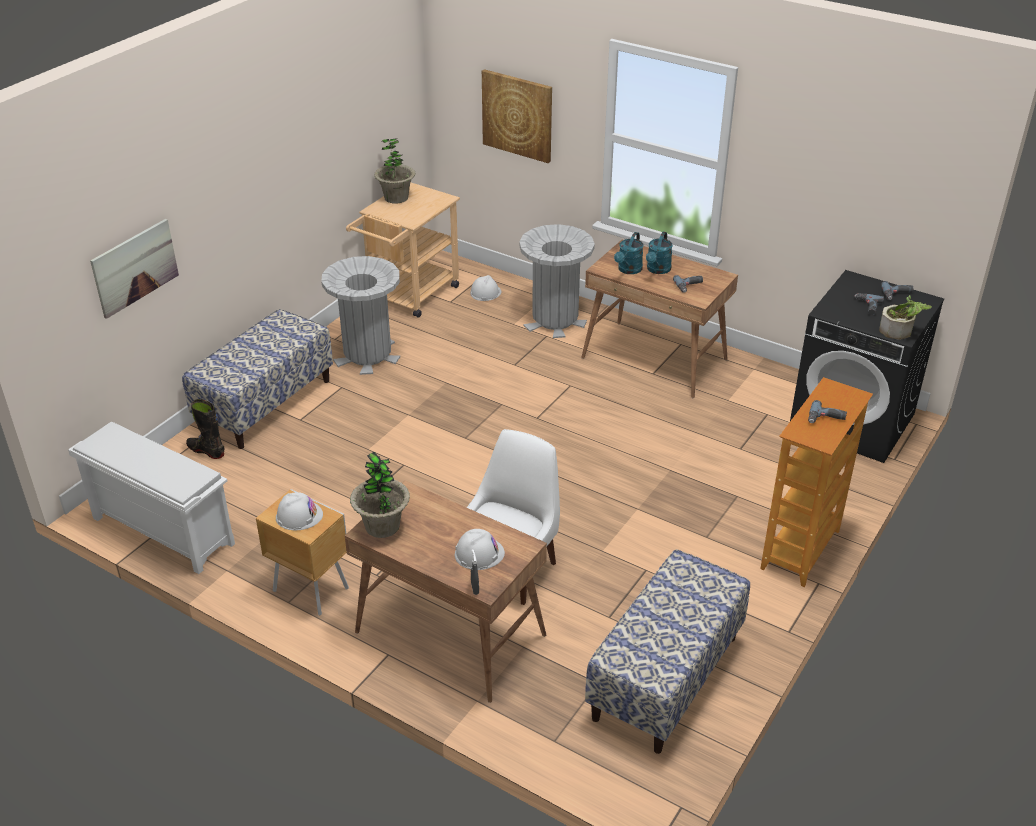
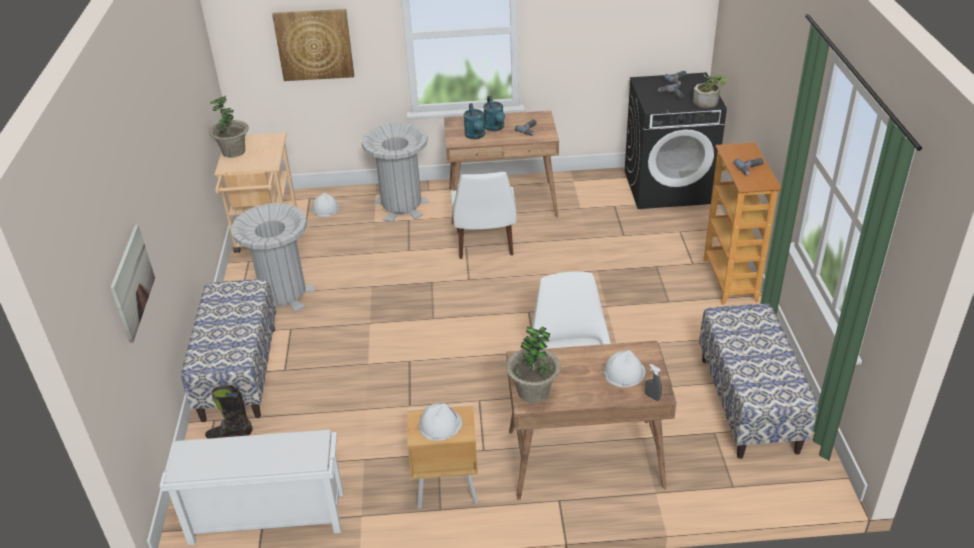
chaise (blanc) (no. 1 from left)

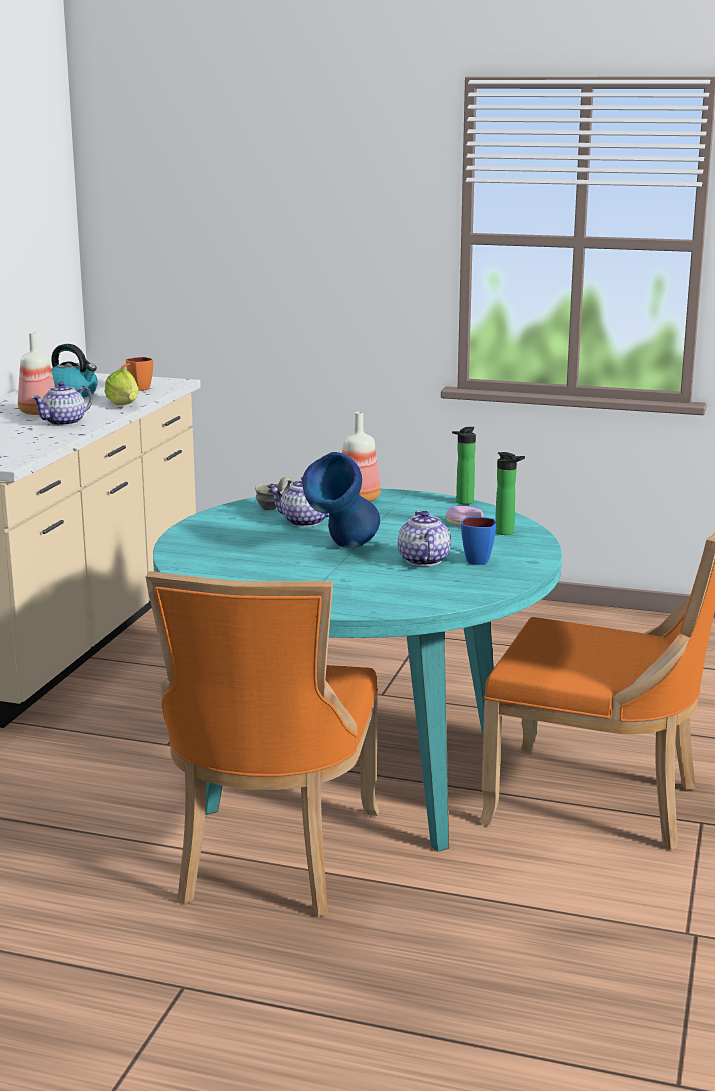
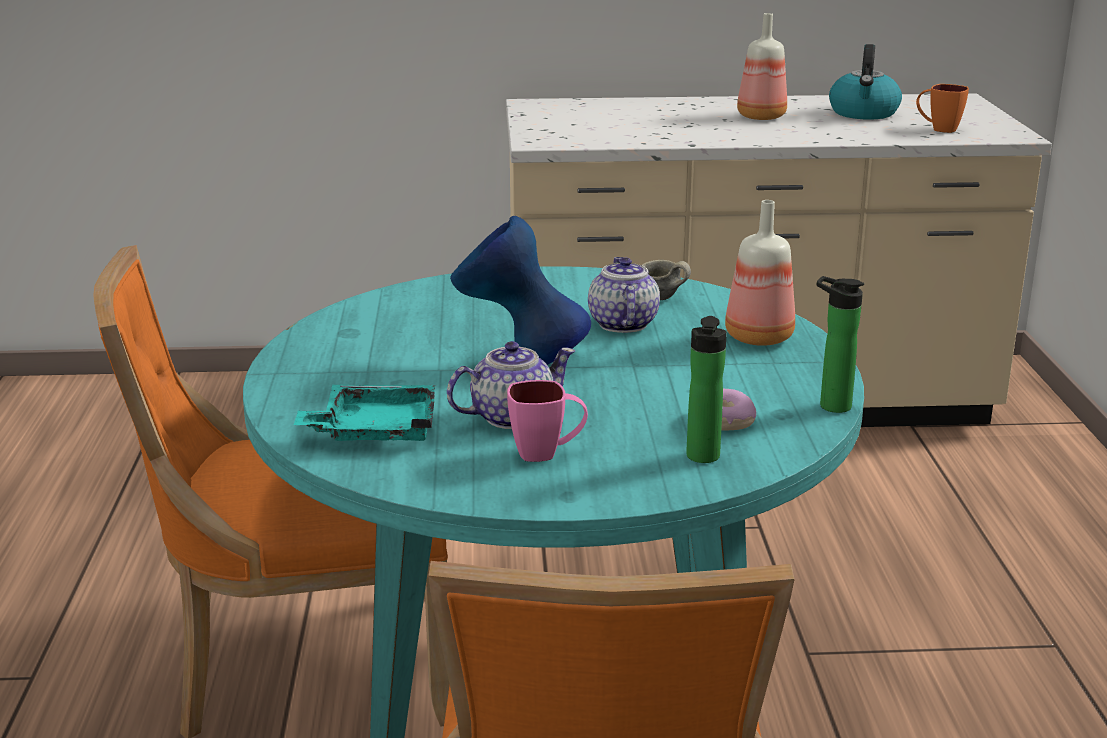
laitue
théière (no. 1 from left in the first image)
mug (rose)
plateau (turquoise)

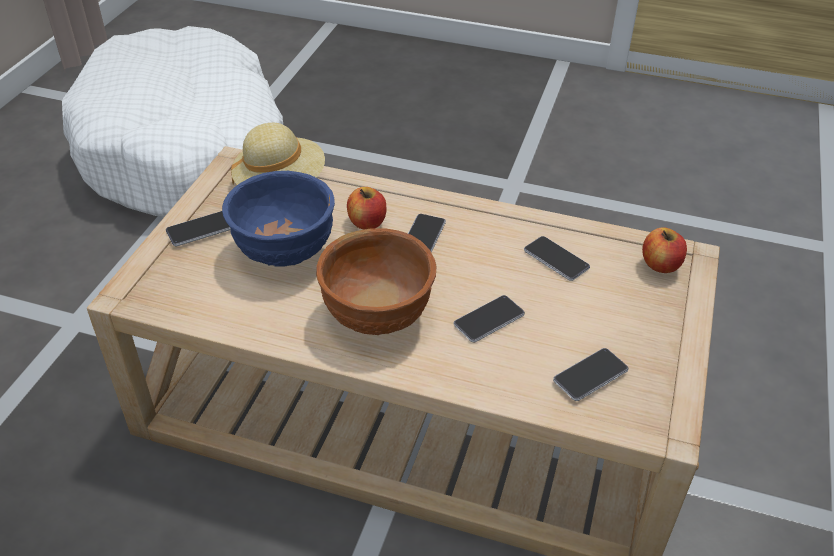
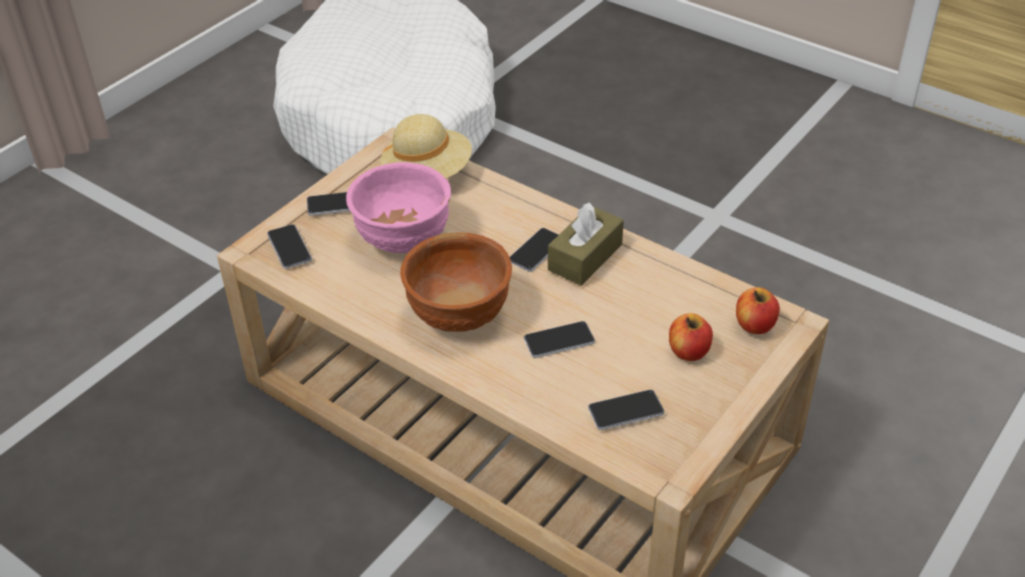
bol (rose)
pomme (no. 1 from left)
téléphone (no. 1 from left)
boîte à mouchoirs (marron)

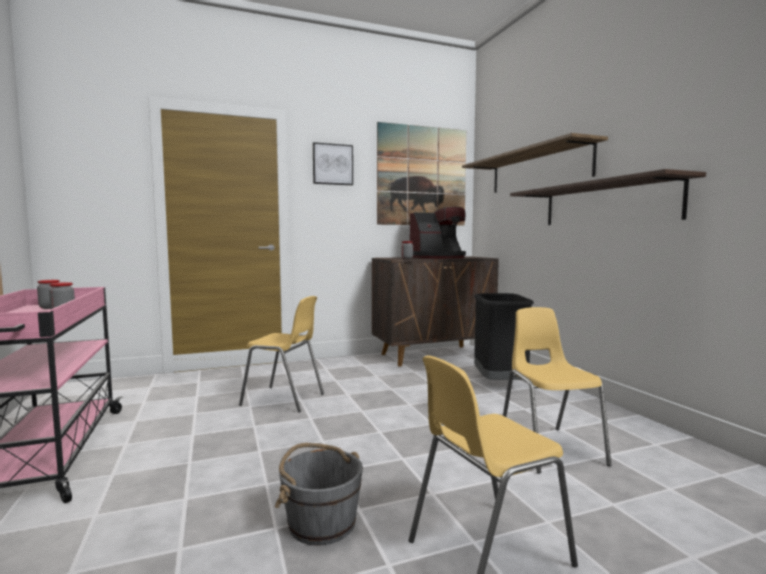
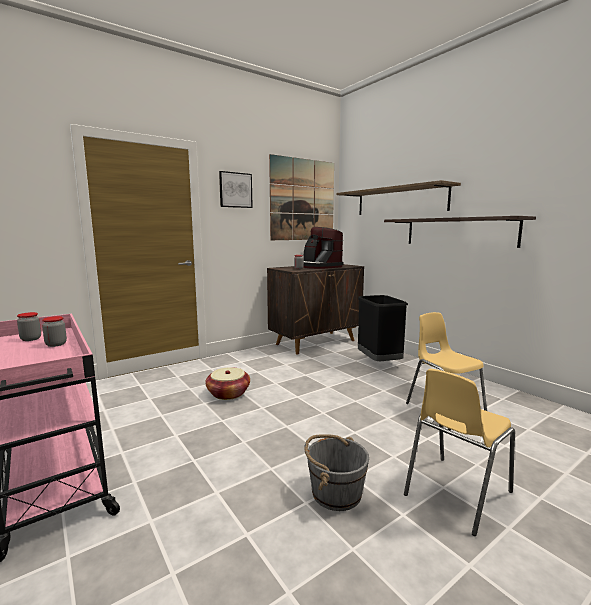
machine à café
panier

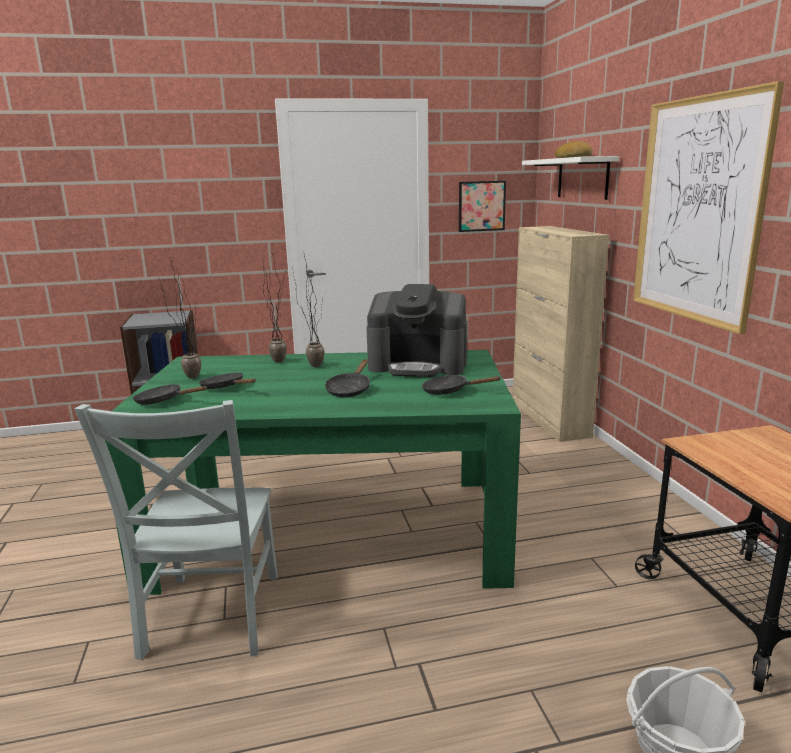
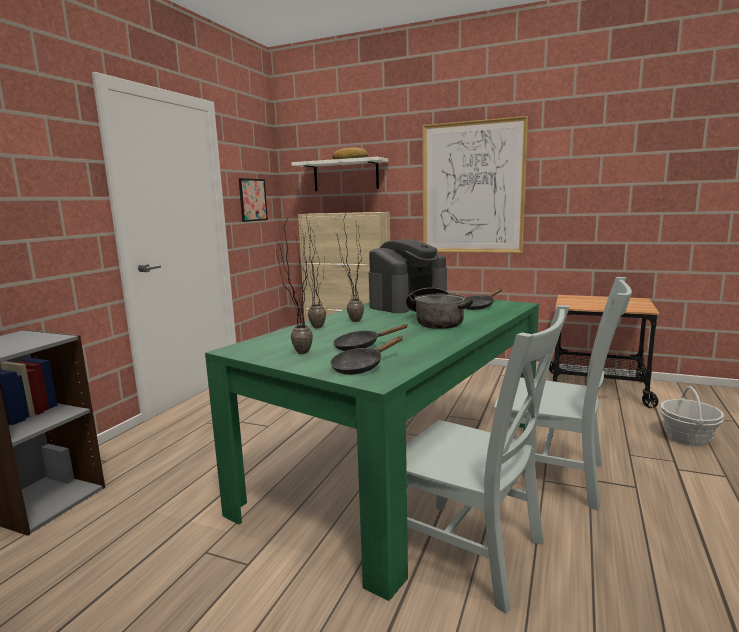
marmite
chaise (gris) (no. 2 from left)

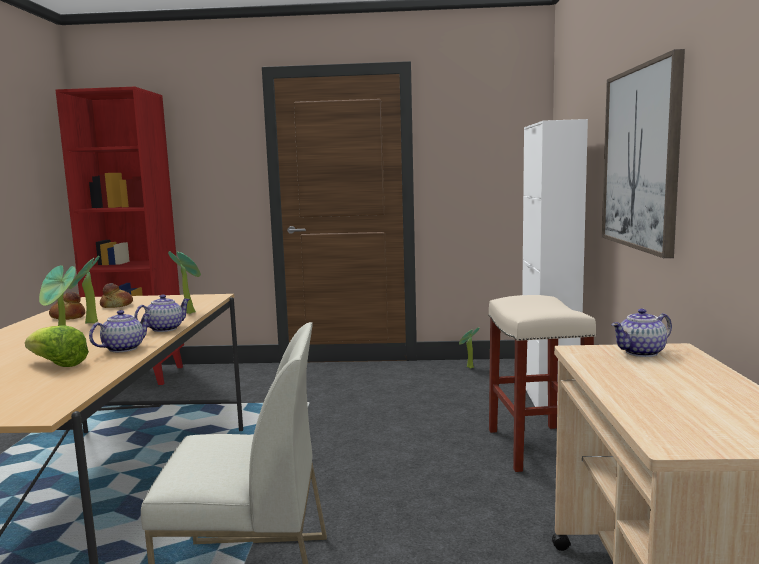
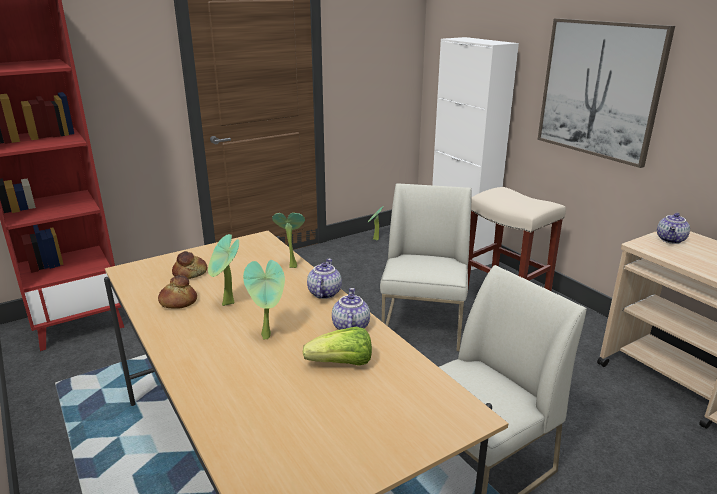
chaise (blanc) (no. 1 from left)

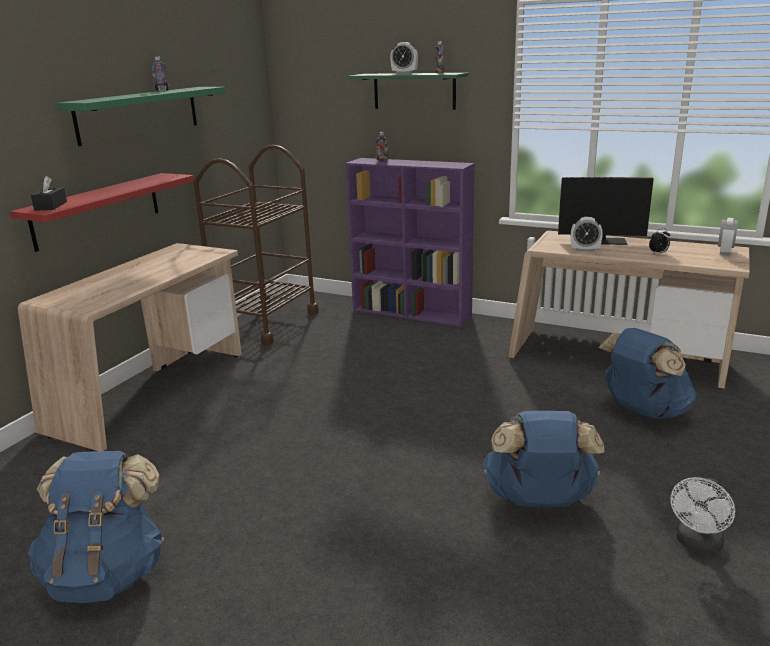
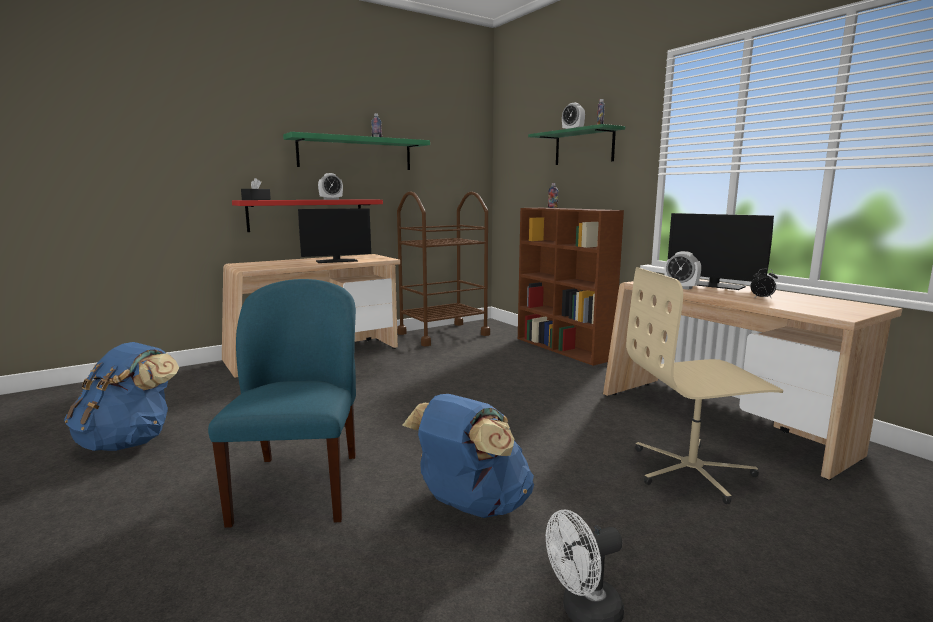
bibliothèque (marron)
réveil (no. 1 from left)
chaise de bureau (beige)
écran d'ordinateur (no. 1 from left)
chaise (bleu)

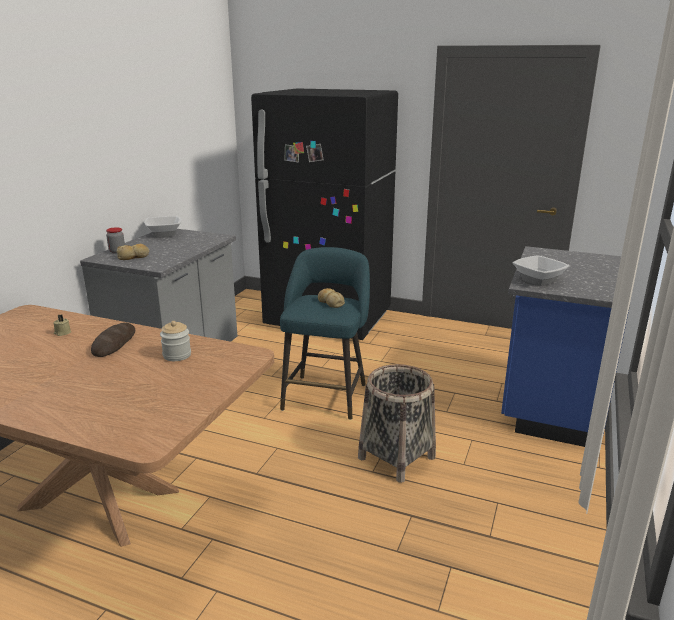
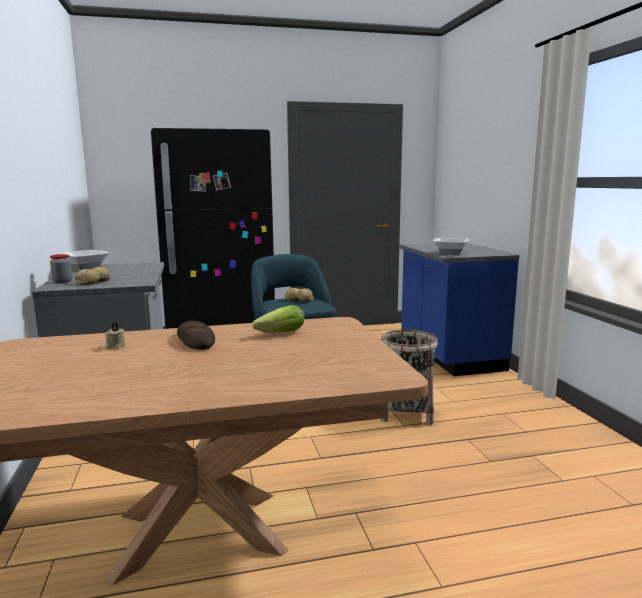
laitue

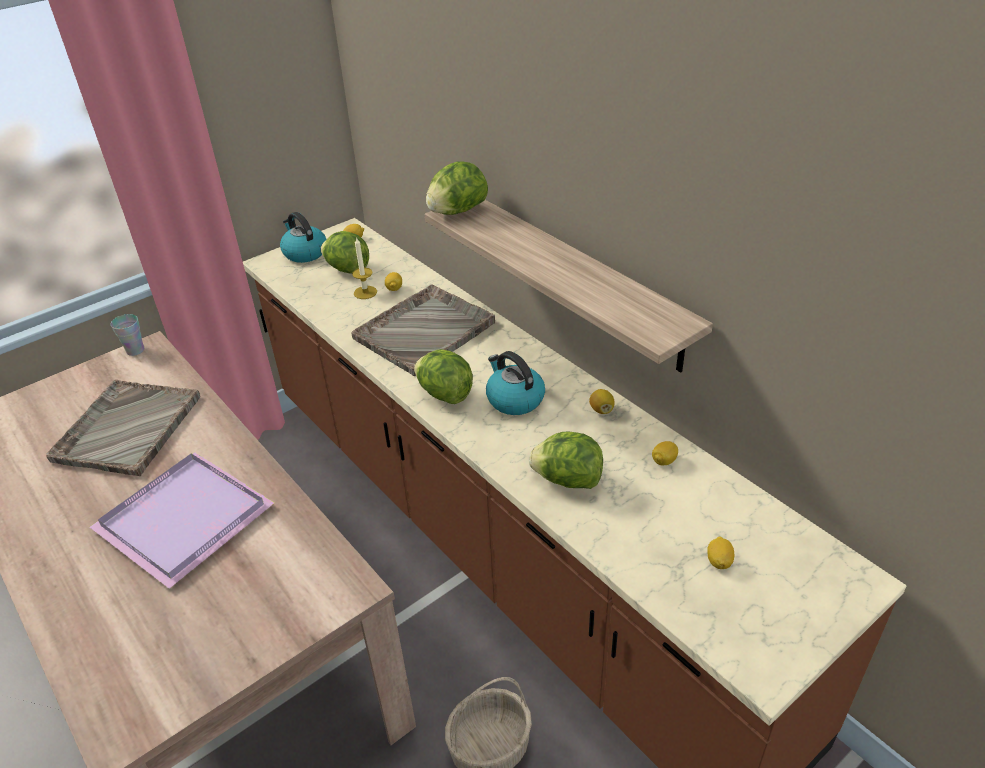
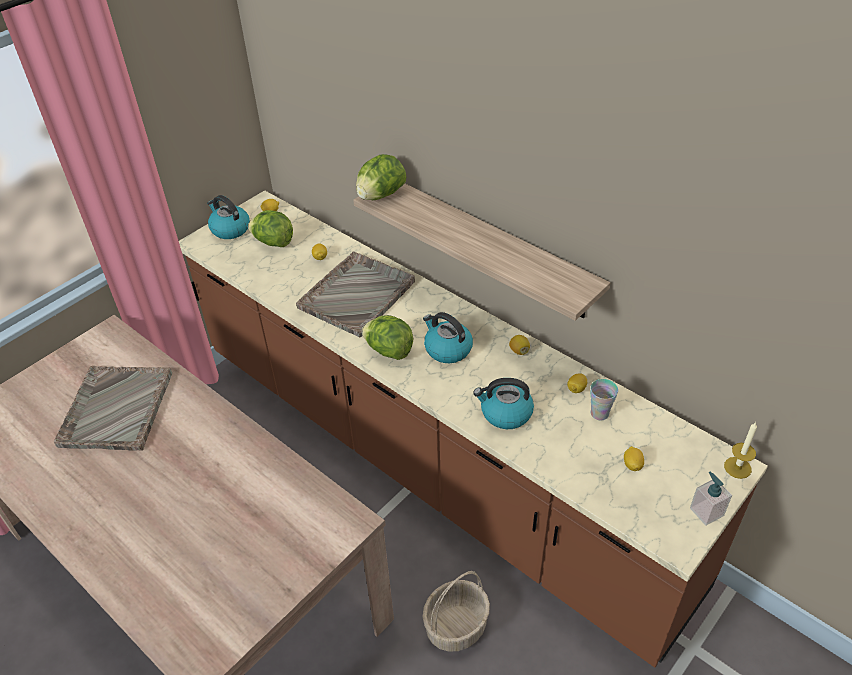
bougie
tasse
bouilloire (no. 3 from left)
plateau (violet)
distributeur de savon

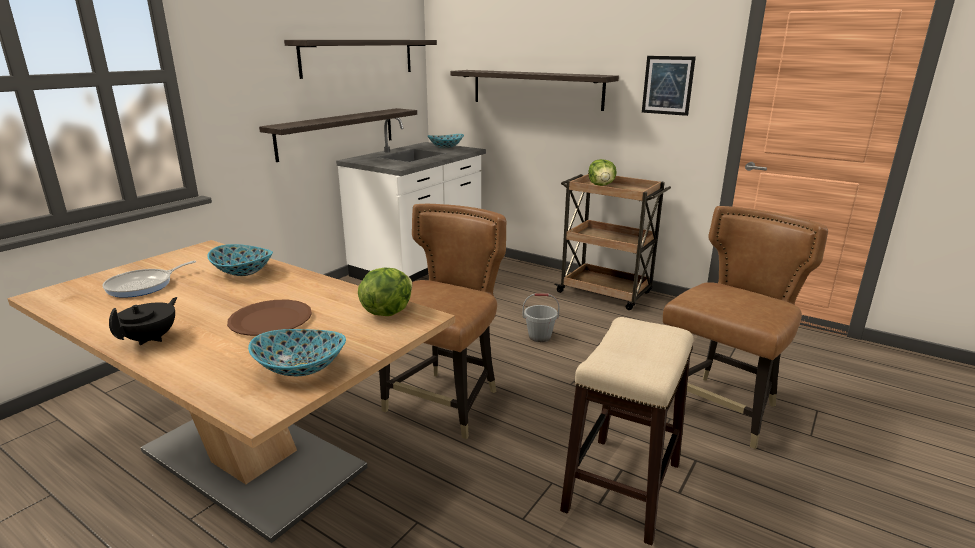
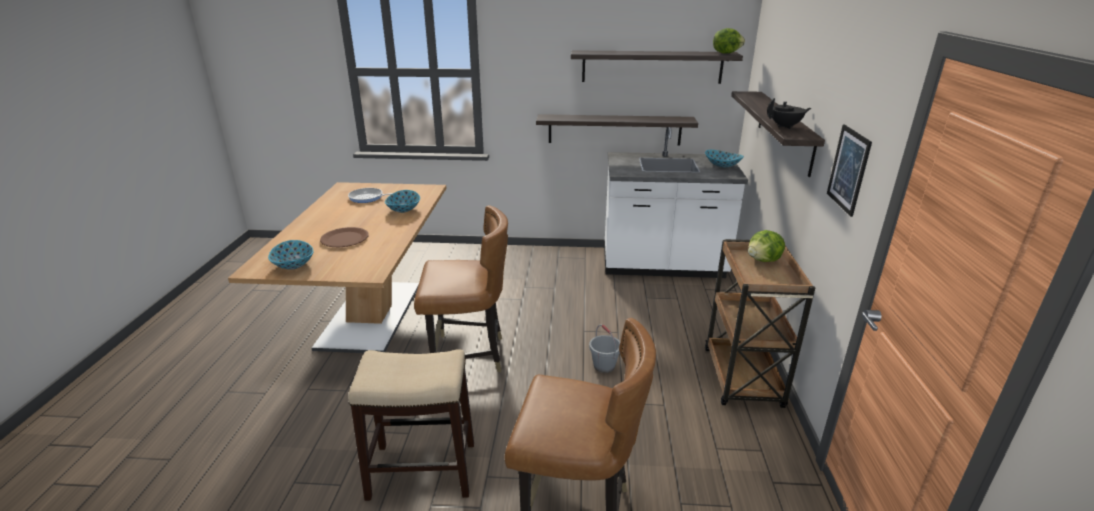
laitue (no. 1 from left)
théière (noir)

